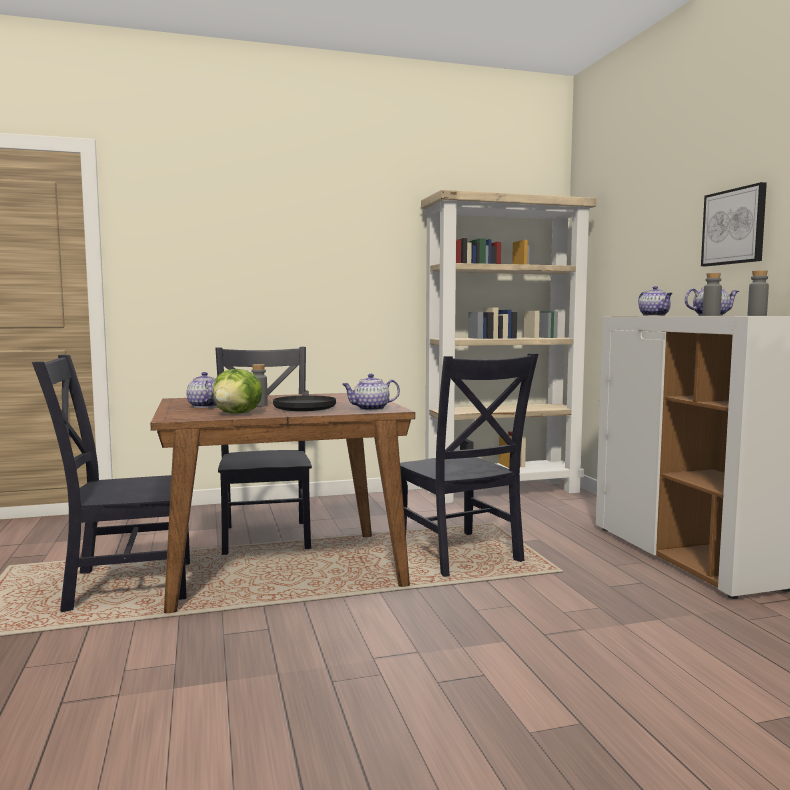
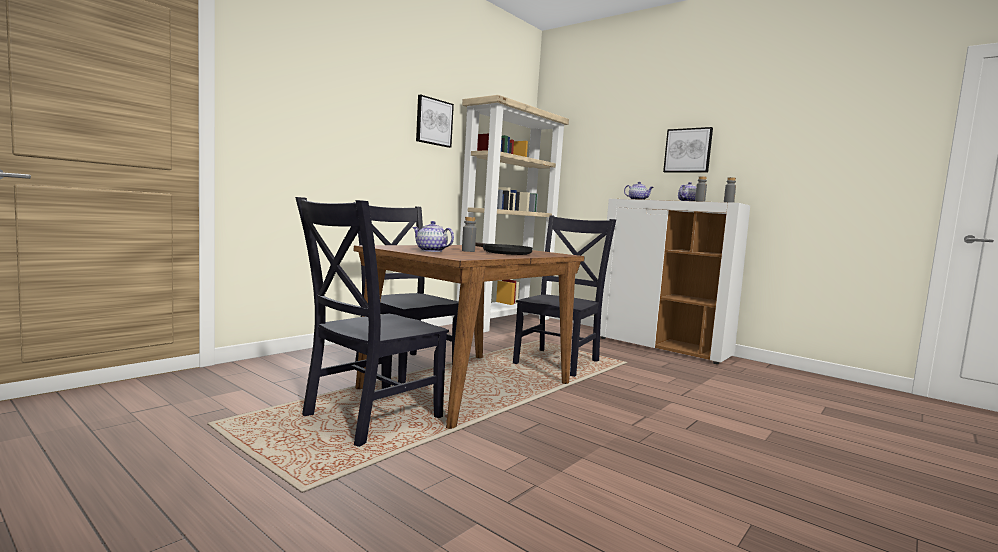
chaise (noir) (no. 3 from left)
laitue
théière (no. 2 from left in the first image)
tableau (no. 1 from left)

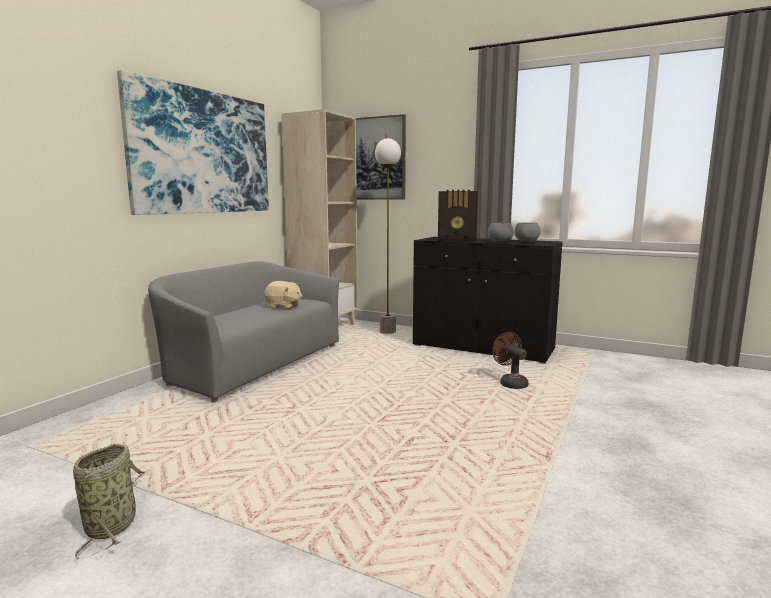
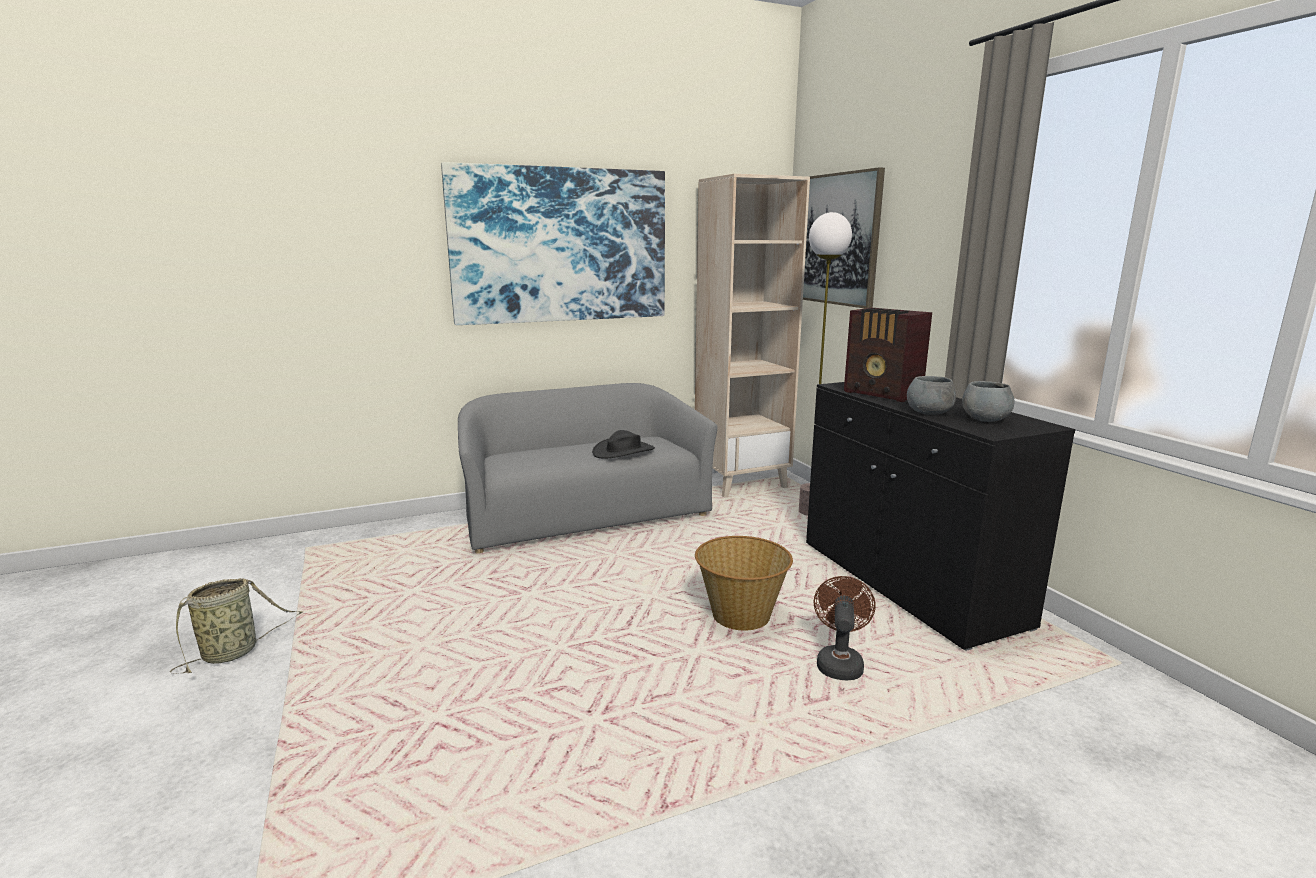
chapeau (noir)
panier (no. 2 from left)

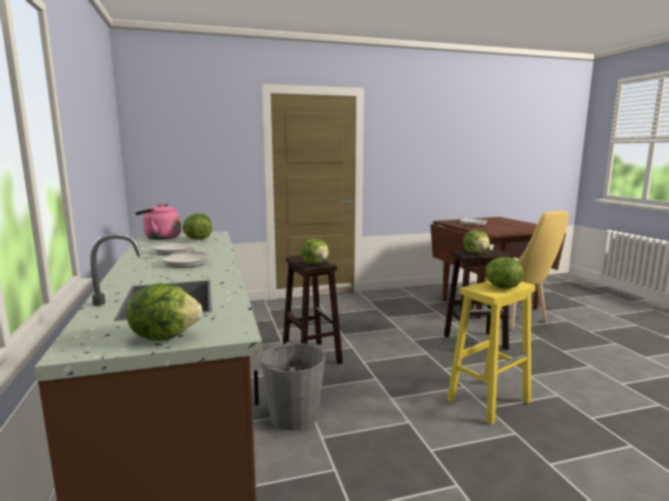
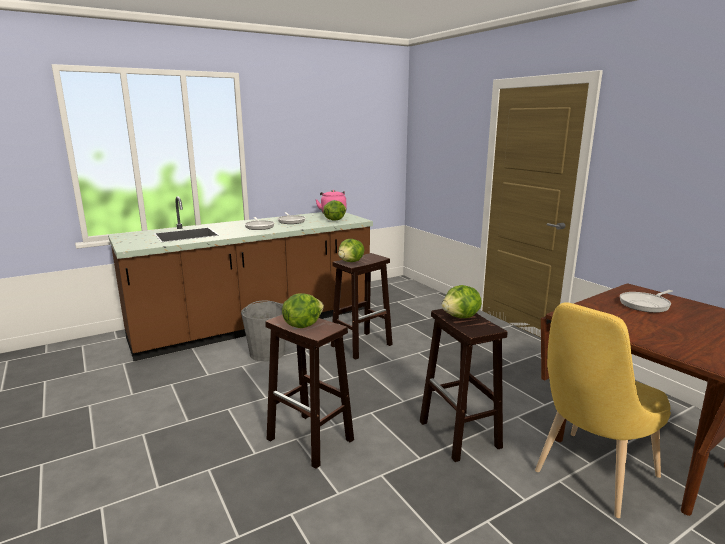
tabouret (marron) (no. 1 from left)
laitue (no. 1 from left in the first image)

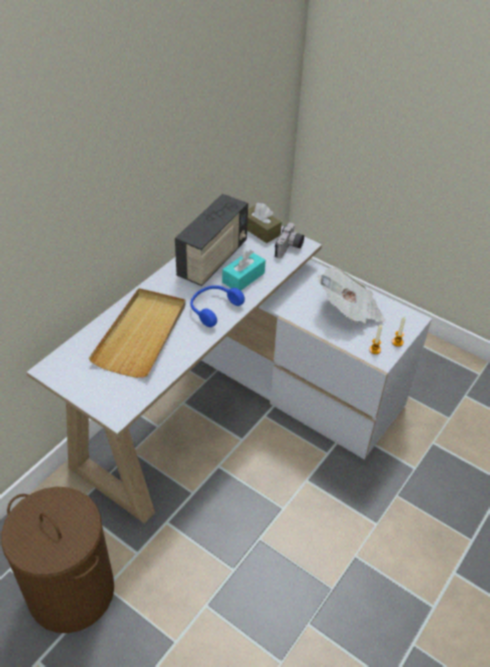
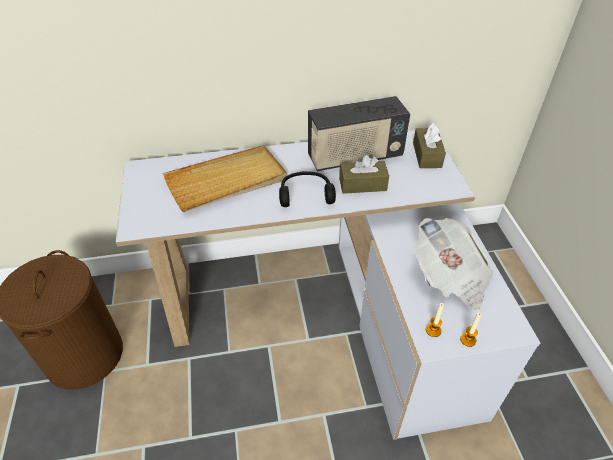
appareil photo
boîte à mouchoirs (marron) (no. 1 from left)
casque audio (noir)

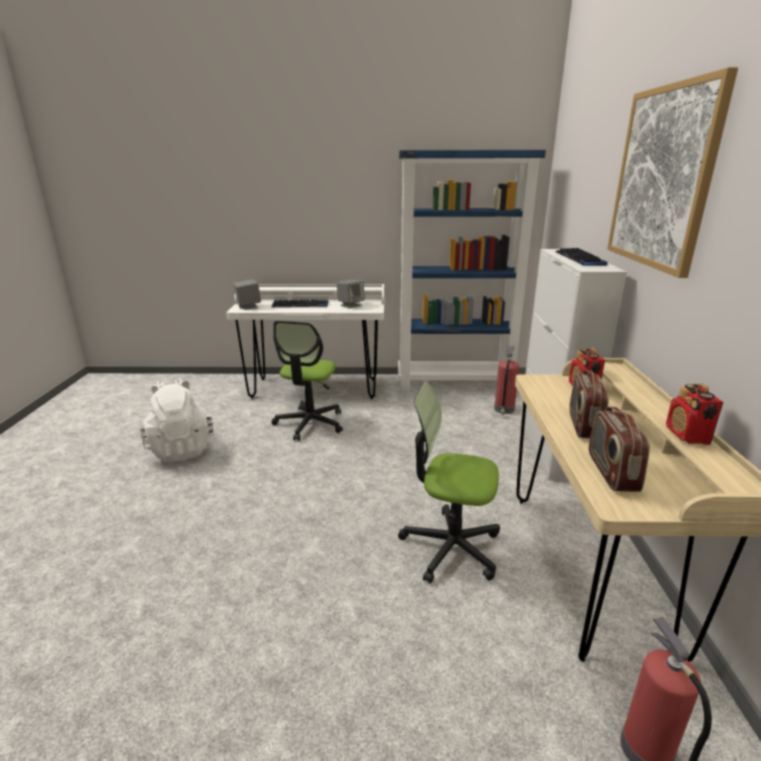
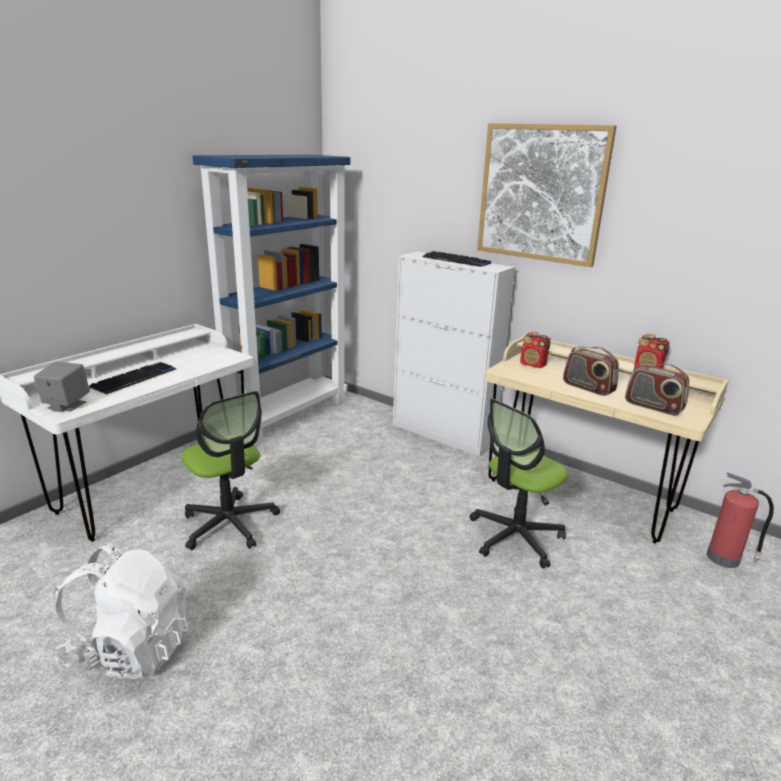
enceinte (gris) (no. 2 from left in the first image)
extincteur (no. 1 from left in the first image)

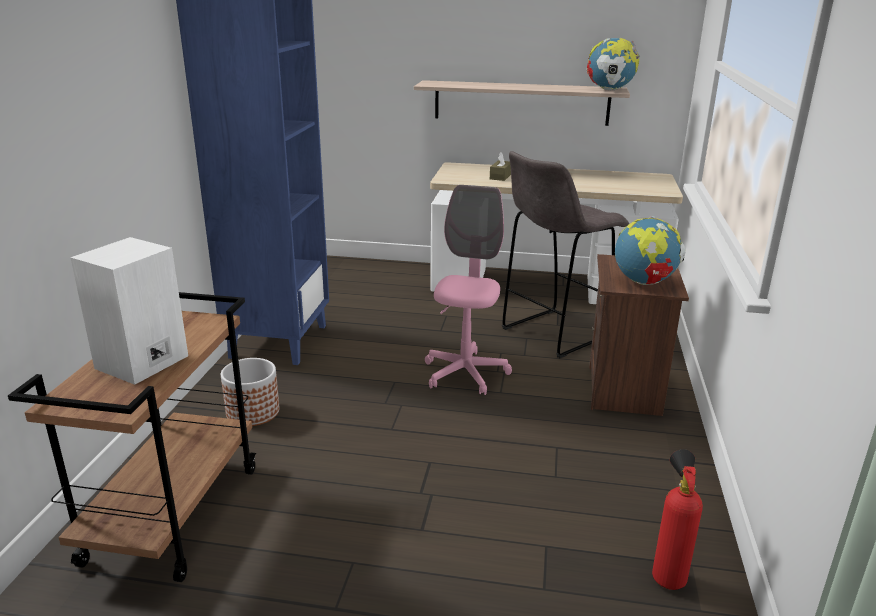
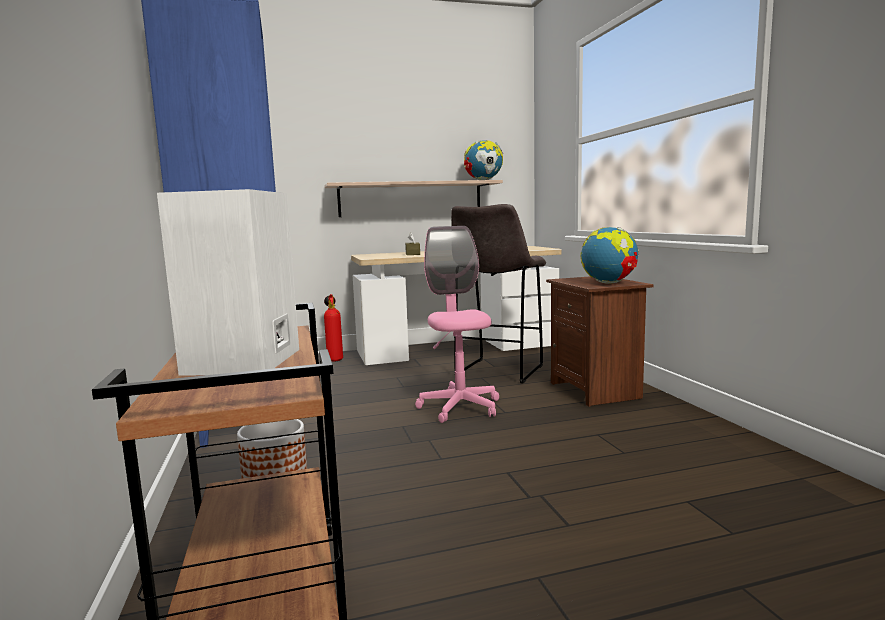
extincteur

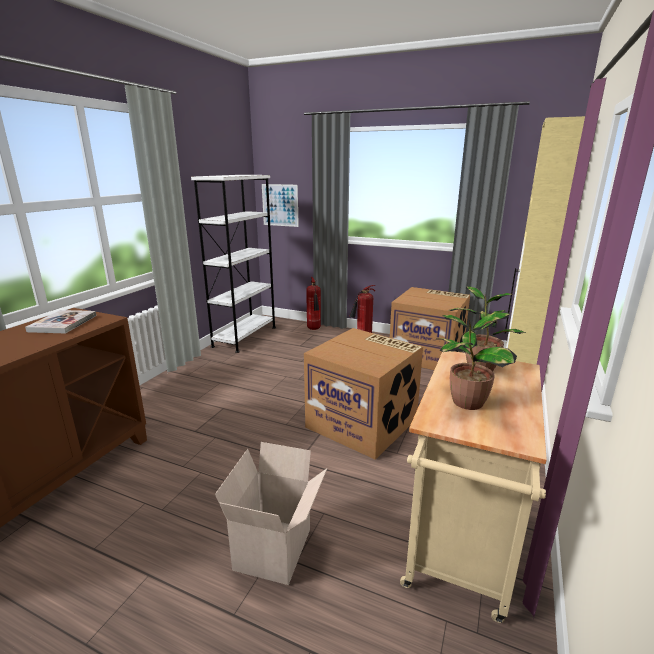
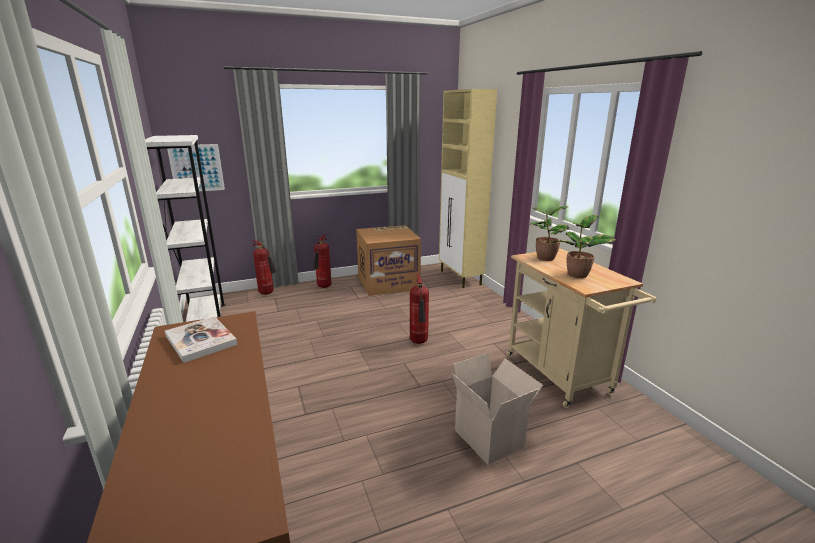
extincteur (no. 3 from left)

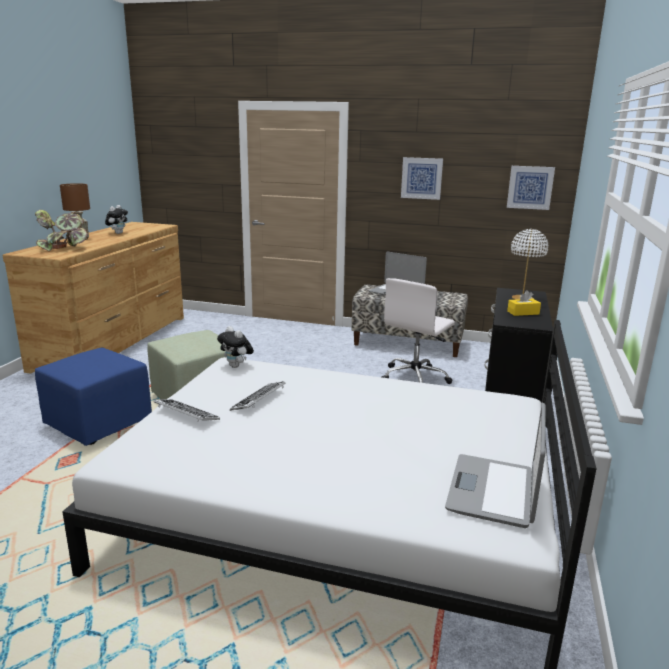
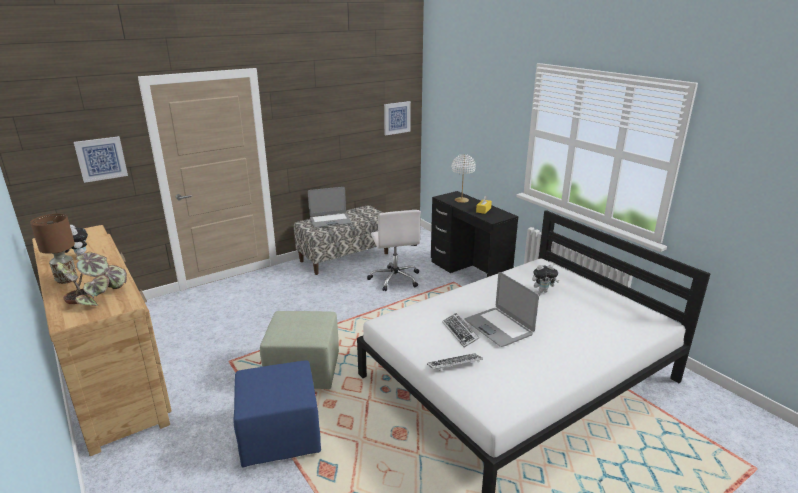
tableau (no. 1 from left)
peluche (no. 2 from left)
ordinateur portable (no. 2 from left)

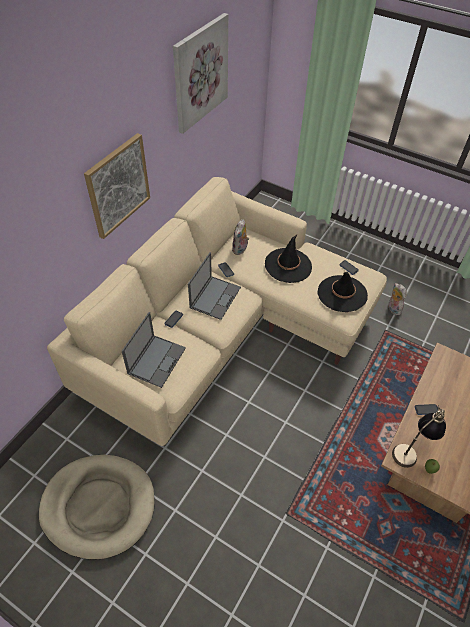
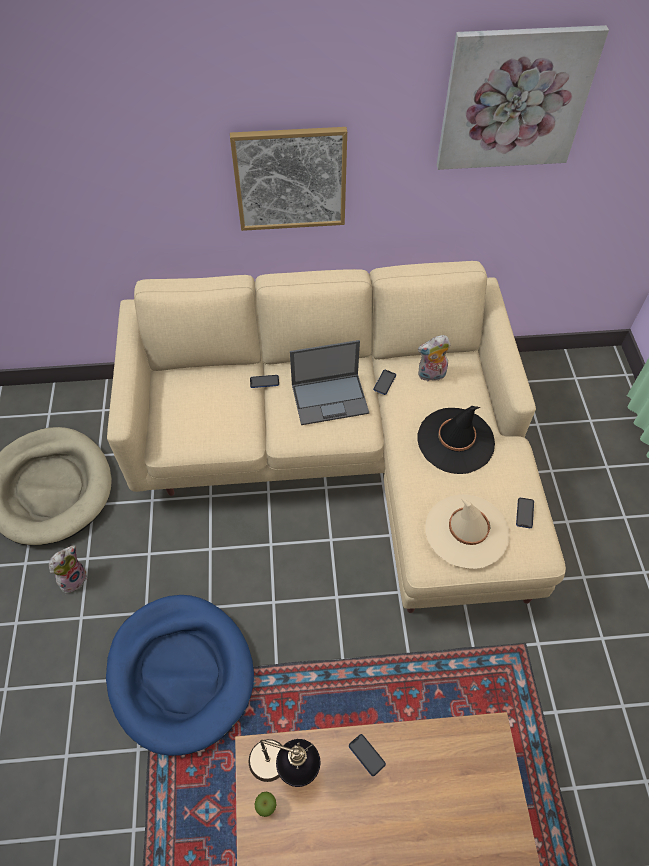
chapeau (beige)
peluche (no. 1 from left)
ordinateur portable (no. 1 from left in the first image)
panier pour chien (bleu)

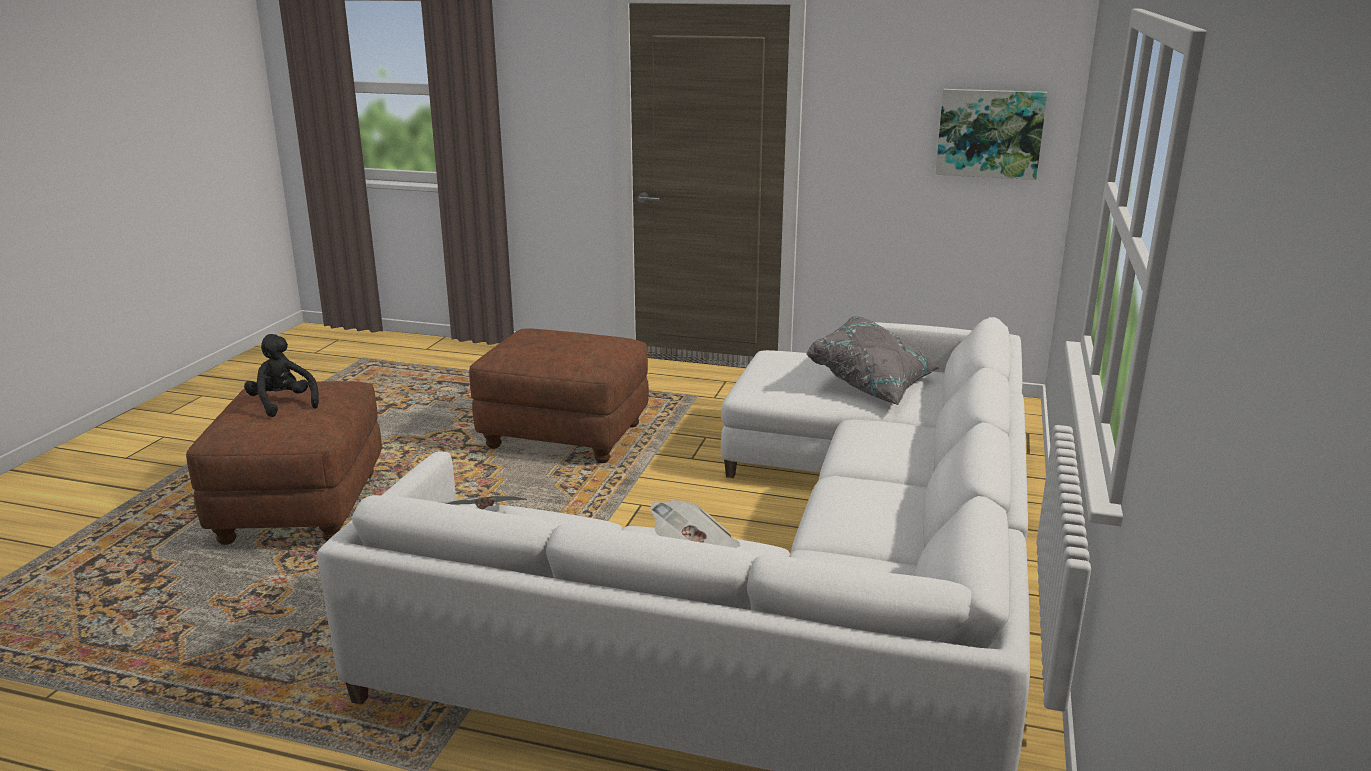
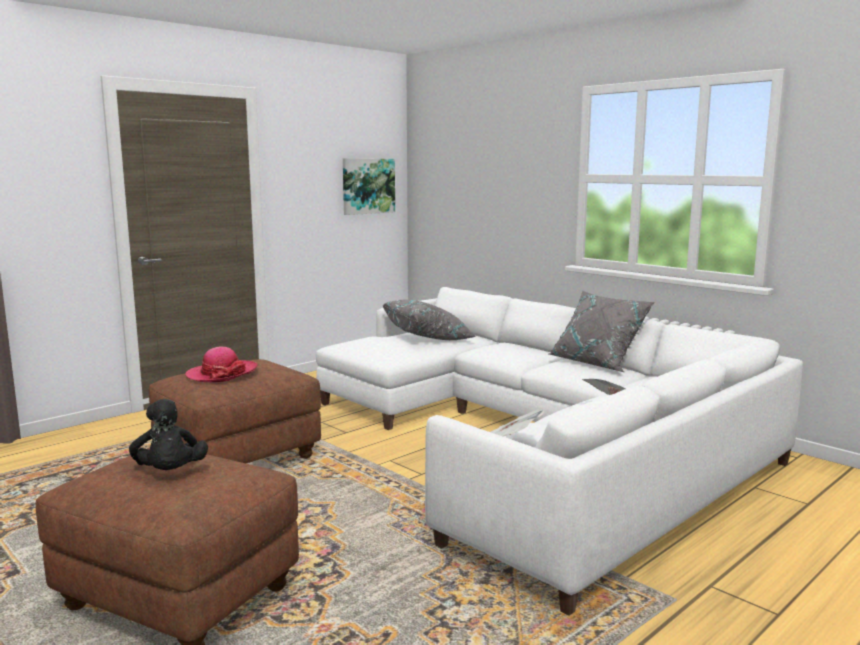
peluche (noir)
coussin (gris) (no. 2 from left)
chapeau

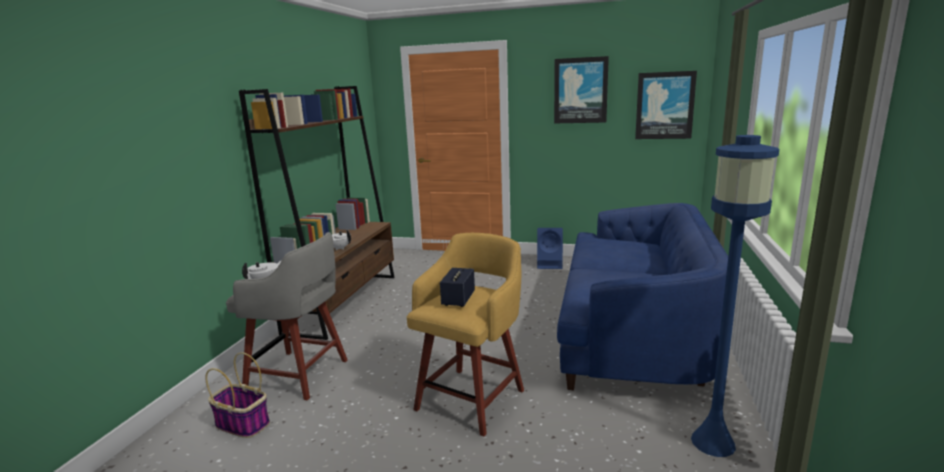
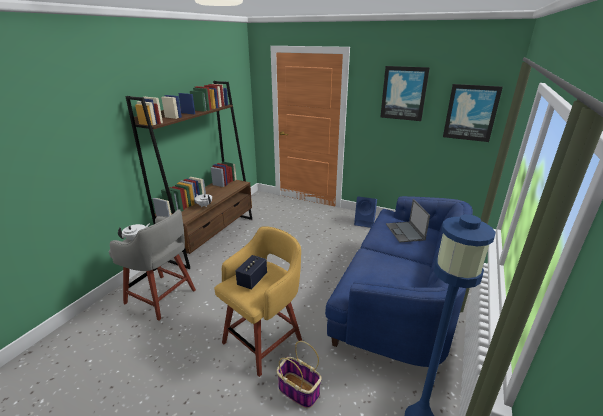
panier
ordinateur portable

